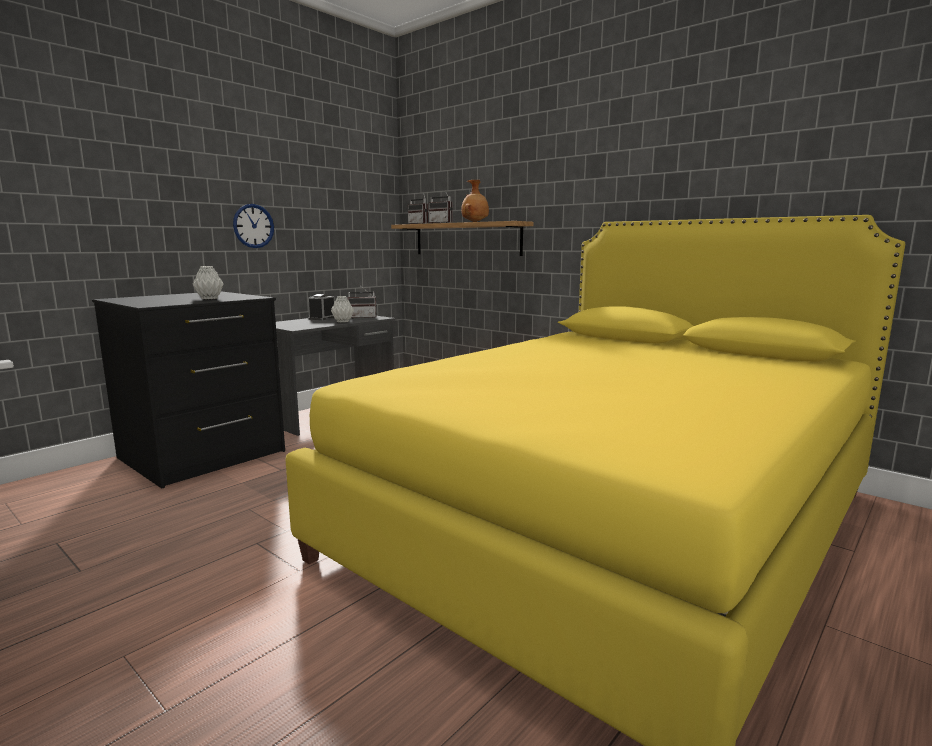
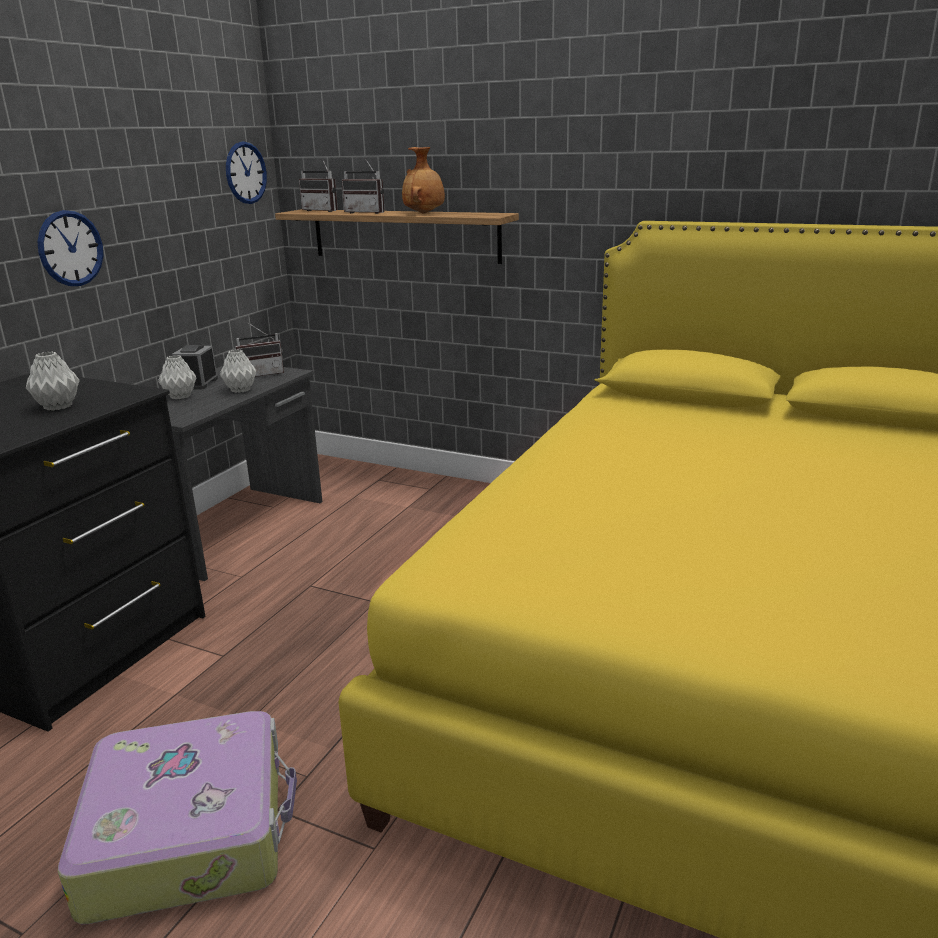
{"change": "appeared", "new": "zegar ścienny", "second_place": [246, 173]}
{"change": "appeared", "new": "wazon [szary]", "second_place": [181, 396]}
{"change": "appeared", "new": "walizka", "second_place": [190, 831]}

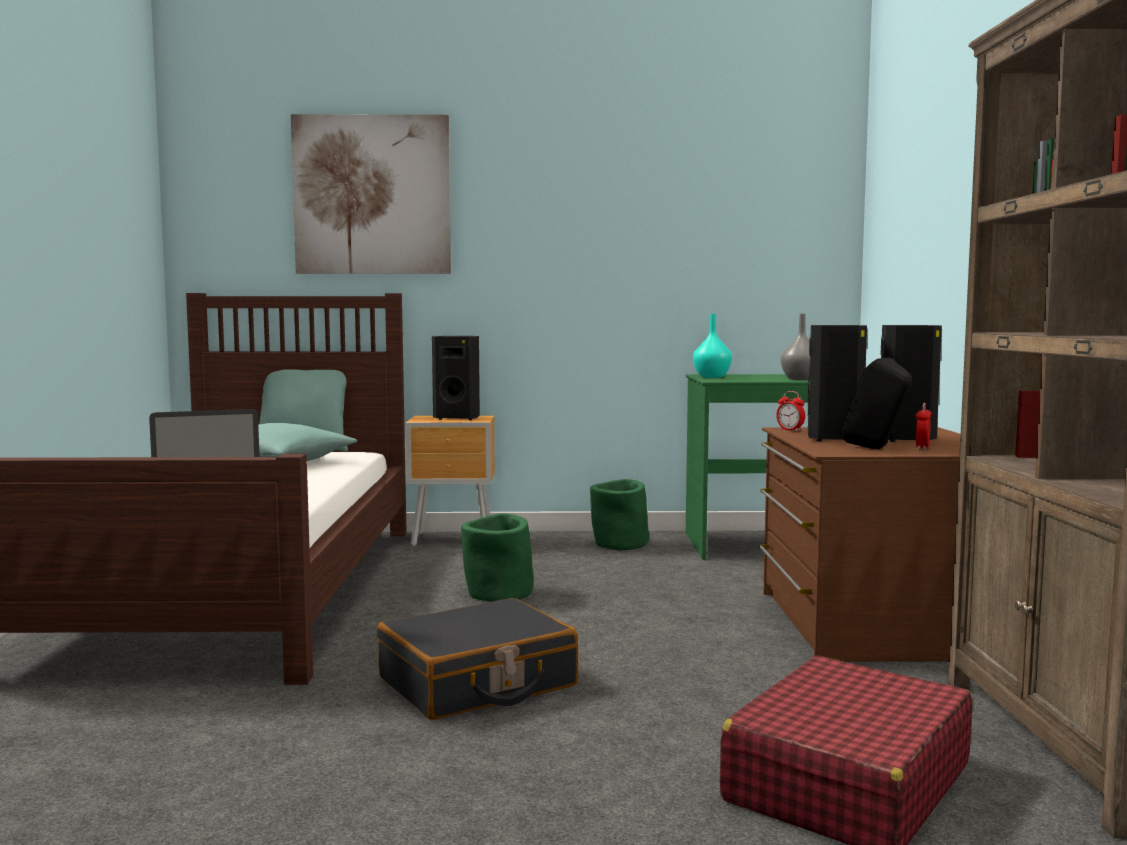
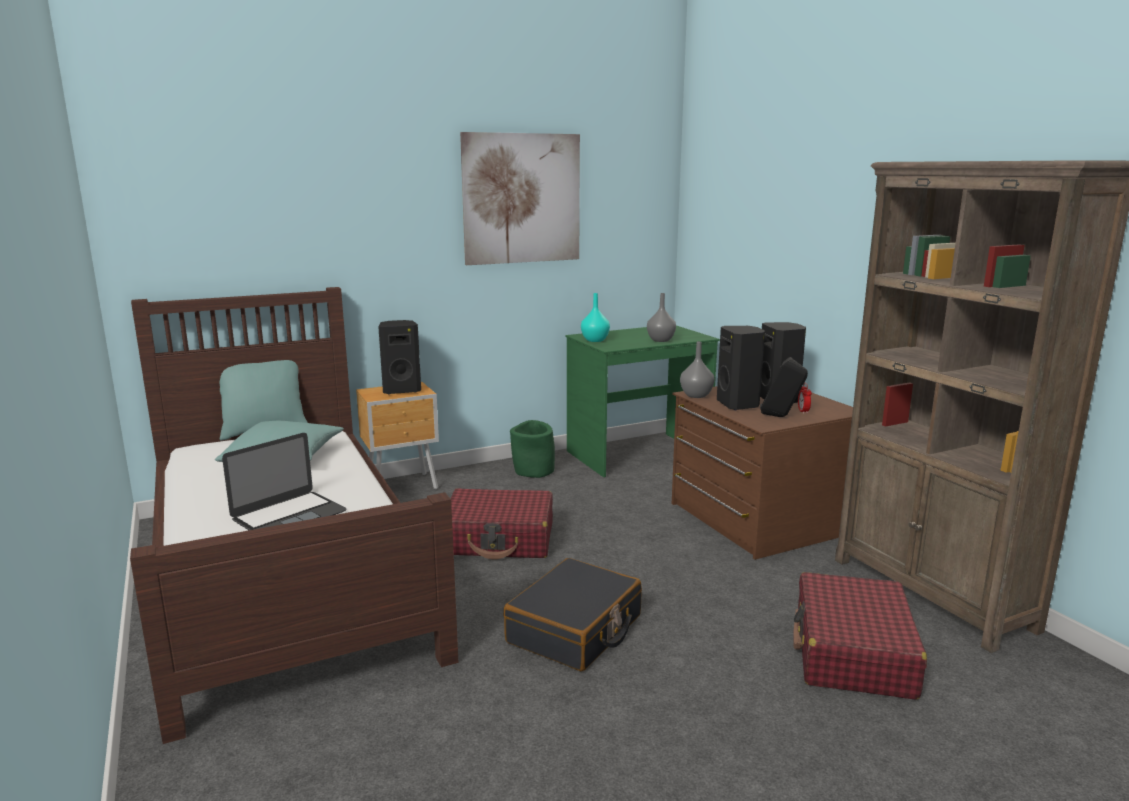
{"change": "relocated", "old": "obraz", "first_place": [372, 195], "second_place": [522, 198]}
{"change": "exchanged", "old": "budzik", "new": "wazon [szary]", "first_place": [790, 430], "second_place": [697, 395]}
{"change": "exchanged", "old": "donica [zielony]", "new": "walizka [czerwony]", "first_place": [499, 594], "second_place": [500, 539]}

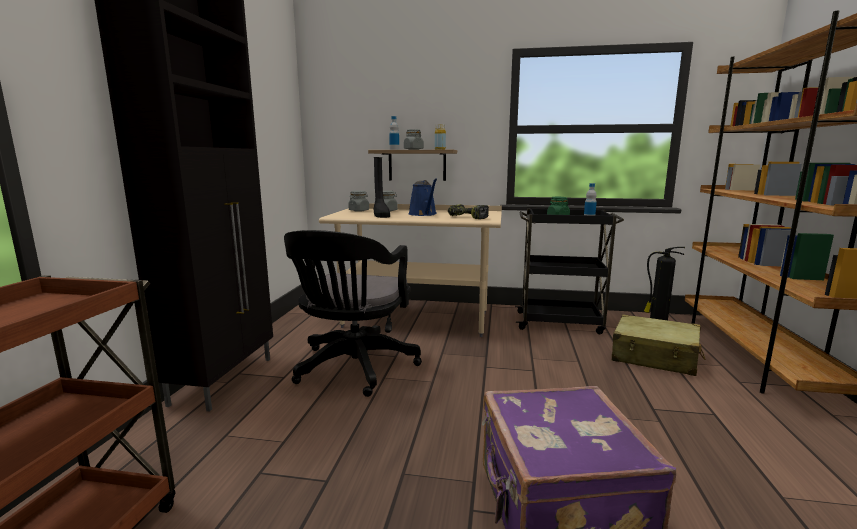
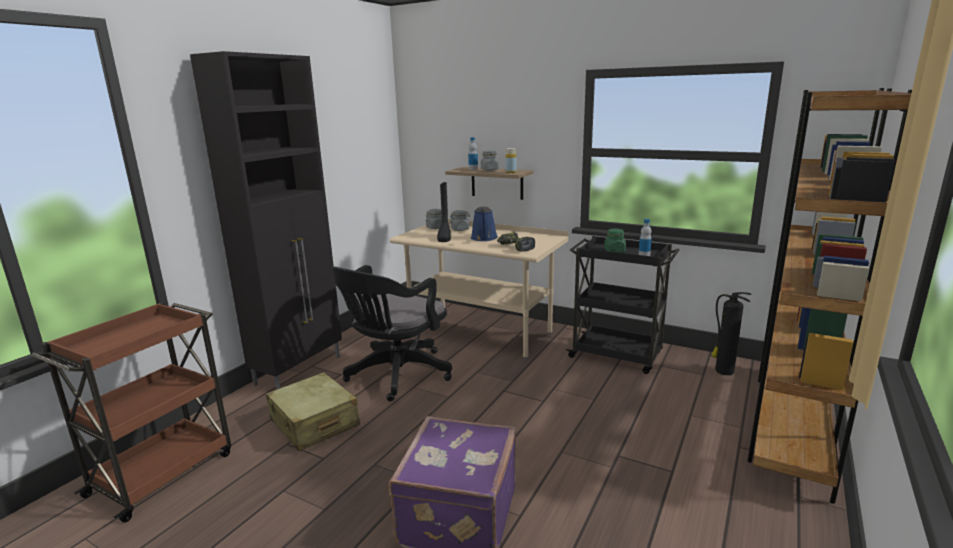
{"change": "relocated", "old": "walizka [beżowy]", "first_place": [654, 357], "second_place": [314, 423]}

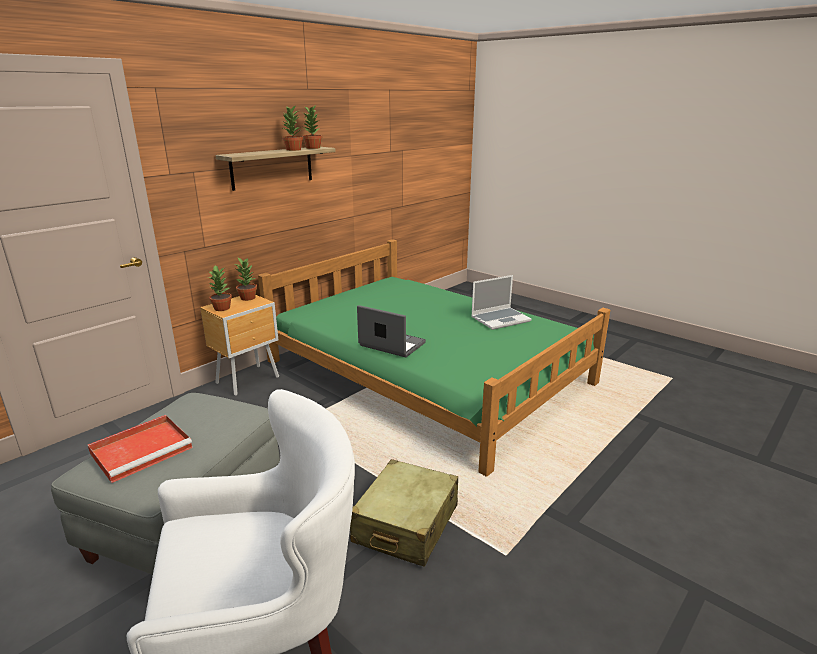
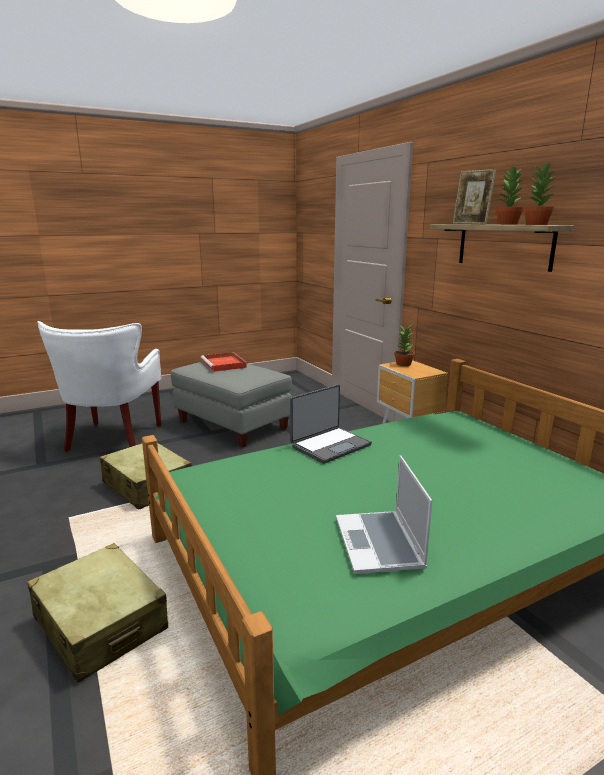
{"change": "missing", "old": "roślina doniczkowa", "first_place": [248, 298]}
{"change": "appeared", "new": "ramka na zdjęcie", "second_place": [470, 224]}
{"change": "appeared", "new": "walizka [beżowy]", "second_place": [101, 623]}

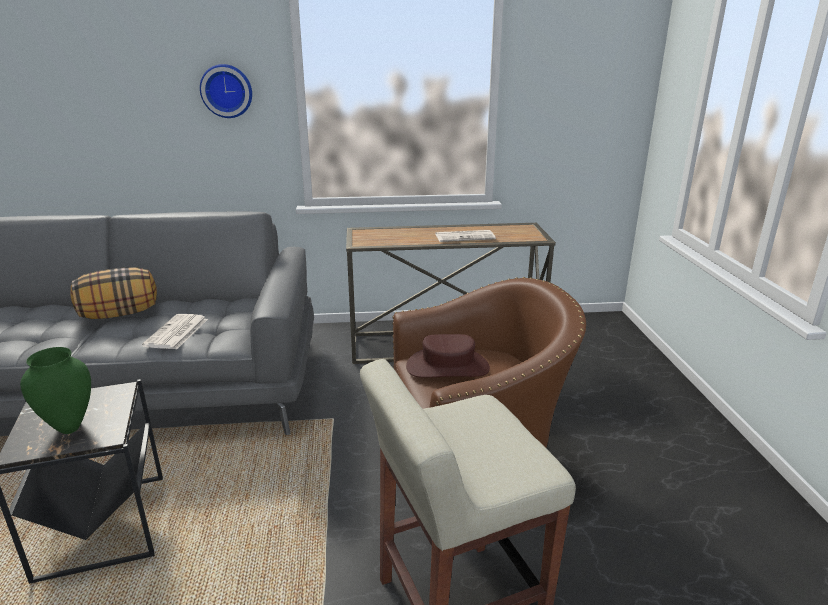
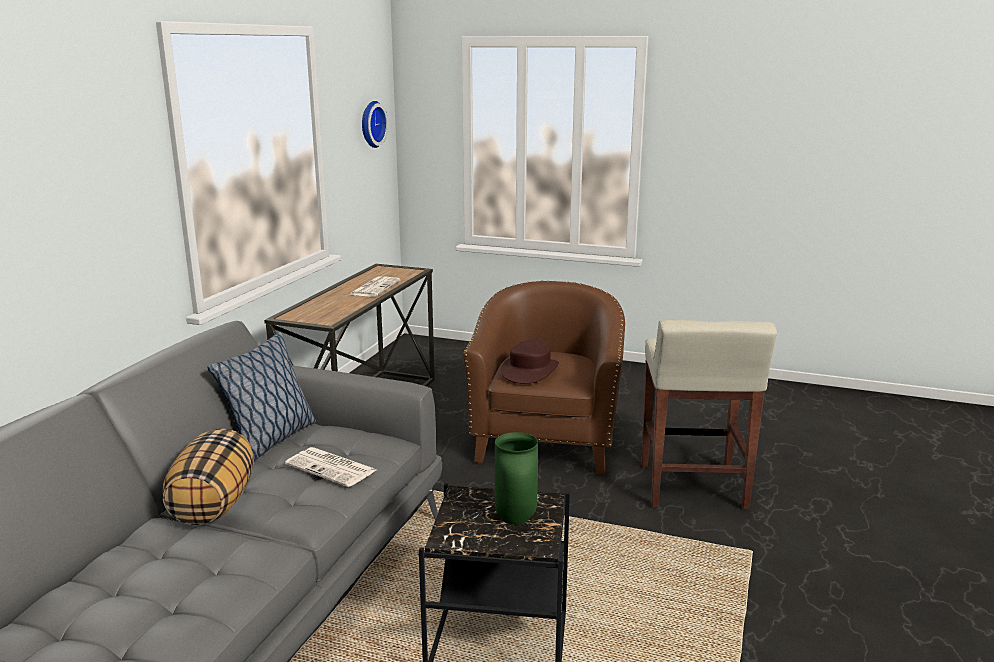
{"change": "relocated", "old": "zegar ścienny", "first_place": [227, 91], "second_place": [371, 124]}
{"change": "appeared", "new": "poduszka", "second_place": [271, 440]}

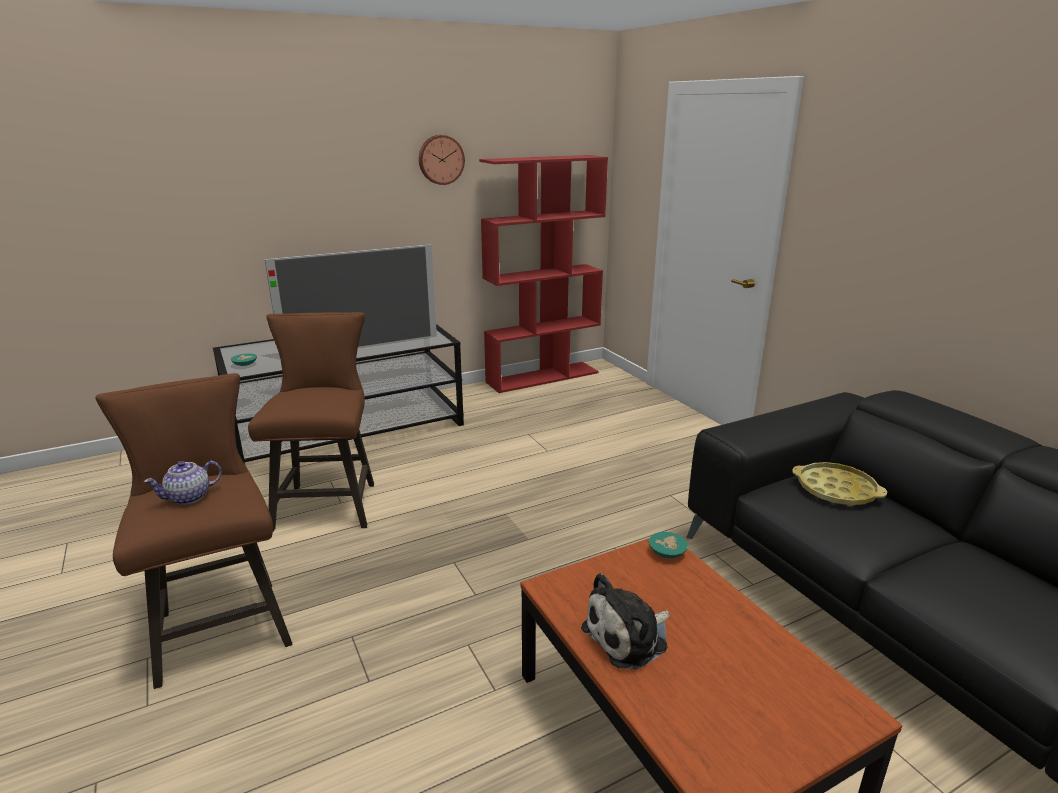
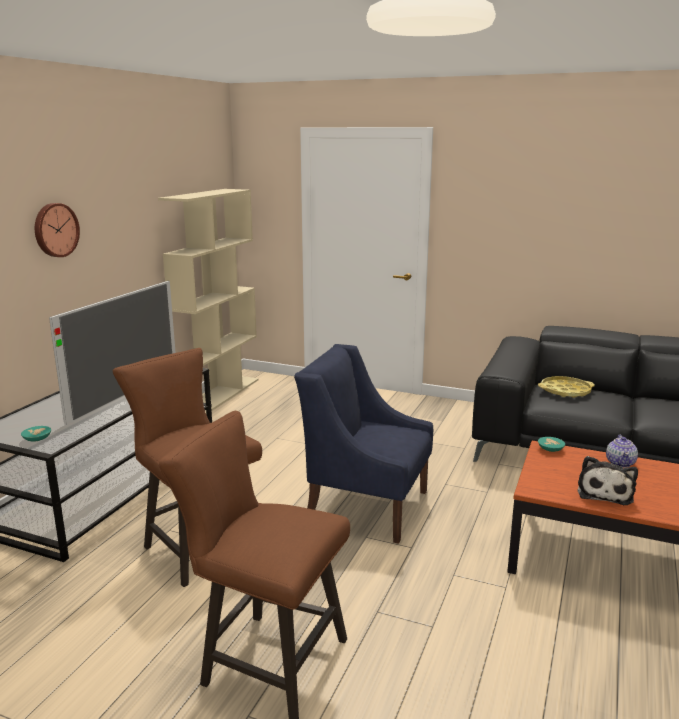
{"change": "relocated", "old": "zegar ścienny", "first_place": [440, 159], "second_place": [55, 230]}
{"change": "colour", "old": "regał [czerwony]", "new": "regał [beżowy]", "first_place": [543, 377], "second_place": [219, 395]}
{"change": "relocated", "old": "imbryk", "first_place": [189, 497], "second_place": [620, 463]}
{"change": "appeared", "new": "fotel [niebieski]", "second_place": [366, 505]}

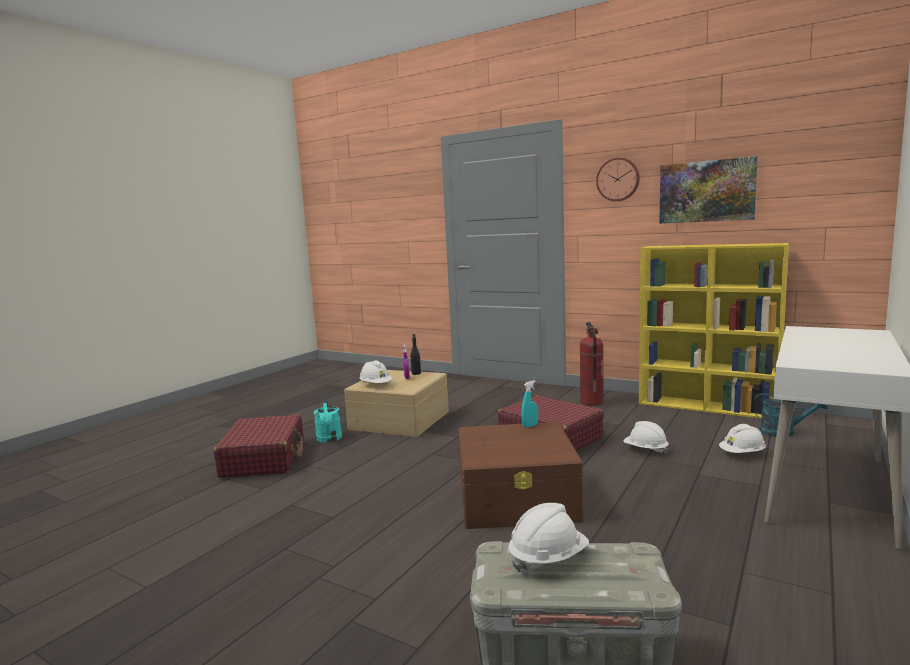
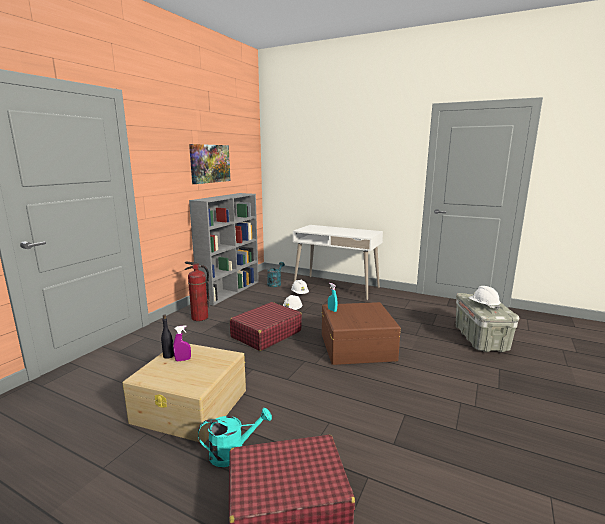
{"change": "missing", "old": "zegar ścienny", "first_place": [618, 179]}
{"change": "colour", "old": "regał [żółty]", "new": "regał [szary]", "first_place": [708, 406], "second_place": [230, 291]}
{"change": "missing", "old": "kask [biały]", "first_place": [376, 385]}

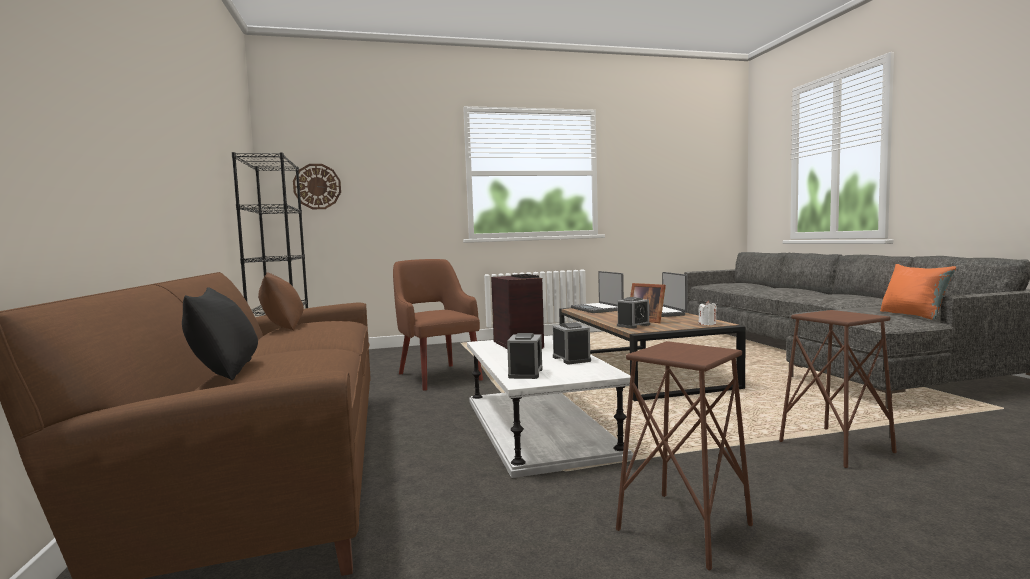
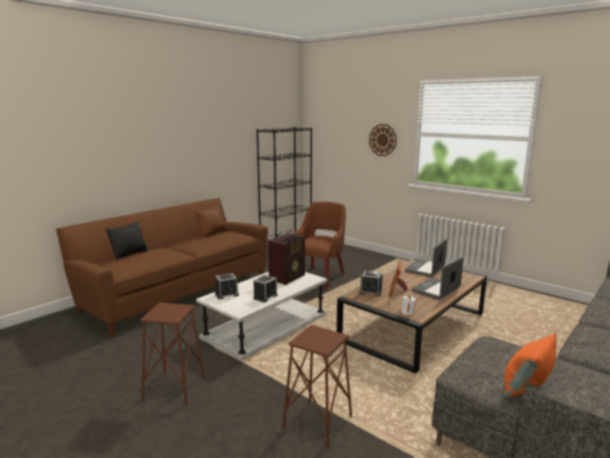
{"change": "relocated", "old": "zegar ścienny", "first_place": [317, 186], "second_place": [382, 140]}

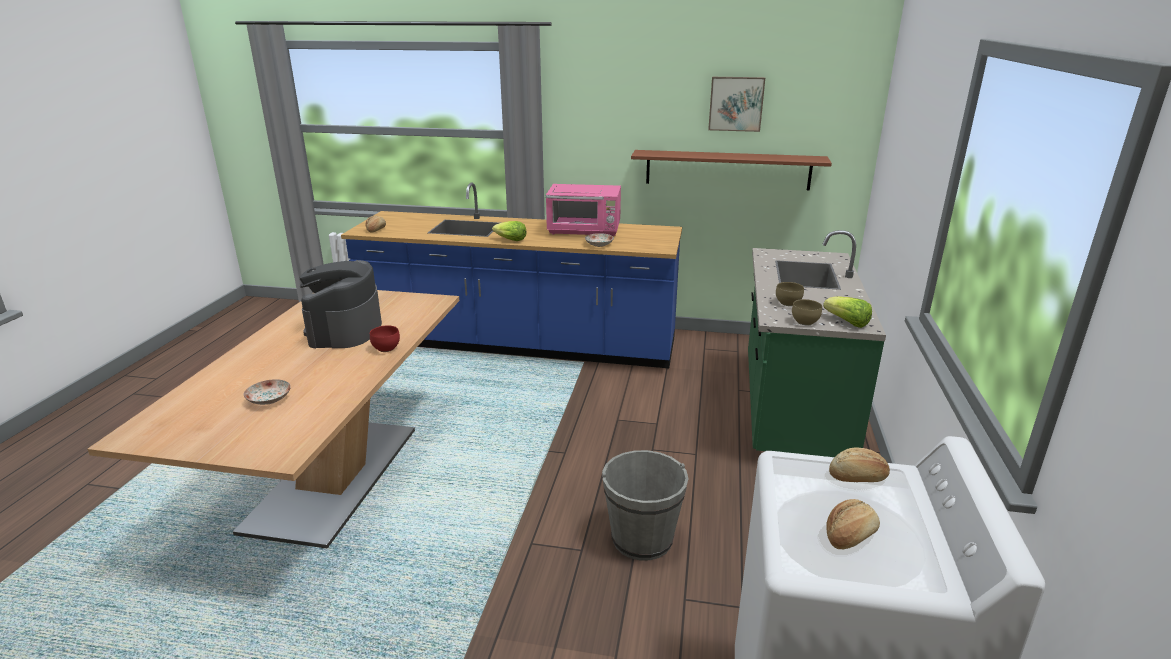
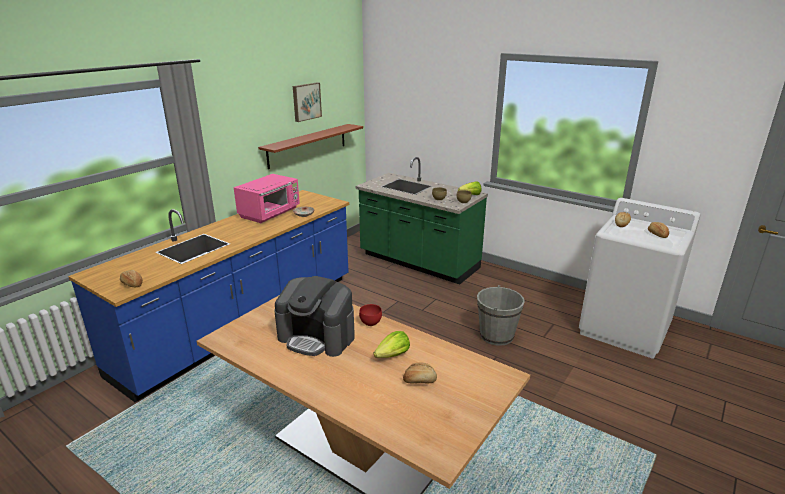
{"change": "relocated", "old": "sałata", "first_place": [510, 240], "second_place": [393, 355]}
{"change": "exchanged", "old": "talerz", "new": "chleb", "first_place": [268, 399], "second_place": [419, 380]}

